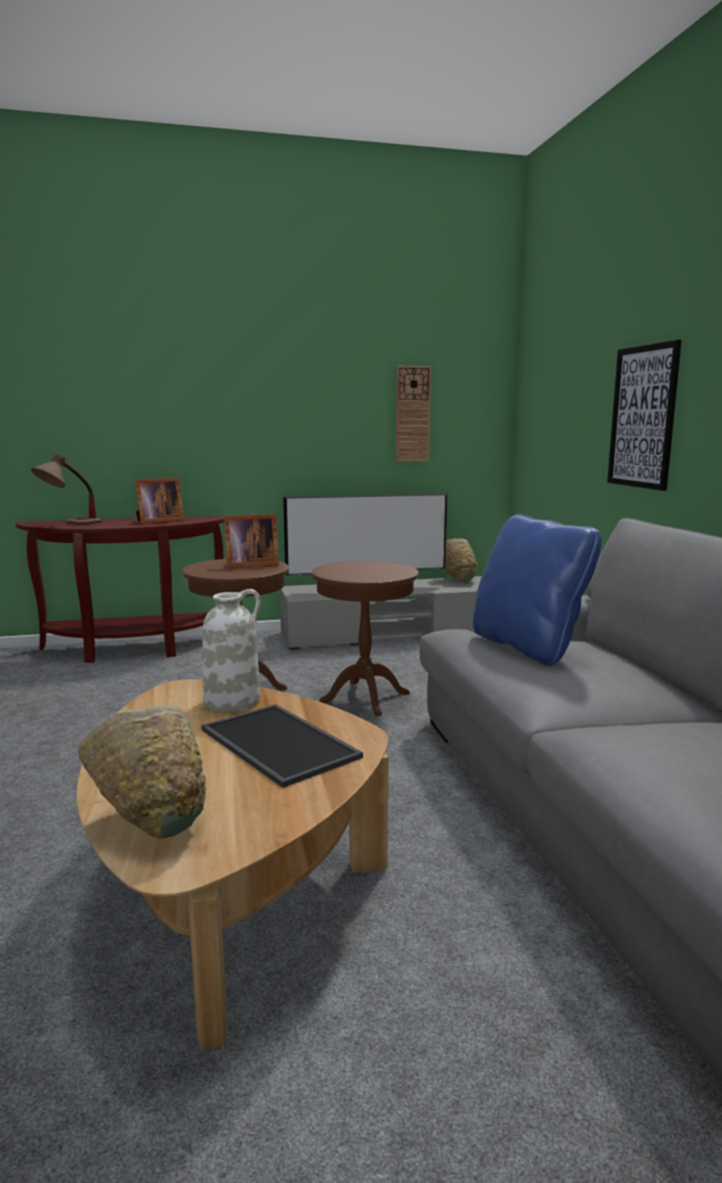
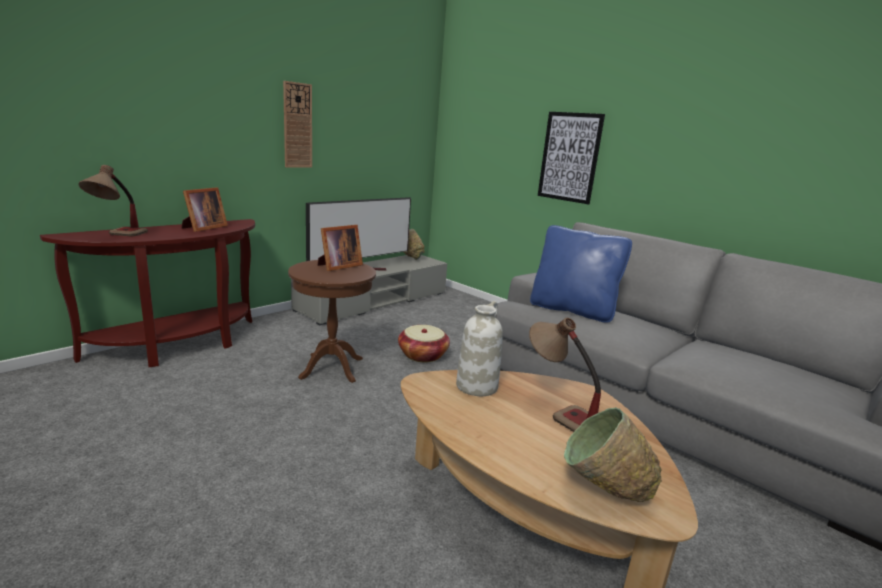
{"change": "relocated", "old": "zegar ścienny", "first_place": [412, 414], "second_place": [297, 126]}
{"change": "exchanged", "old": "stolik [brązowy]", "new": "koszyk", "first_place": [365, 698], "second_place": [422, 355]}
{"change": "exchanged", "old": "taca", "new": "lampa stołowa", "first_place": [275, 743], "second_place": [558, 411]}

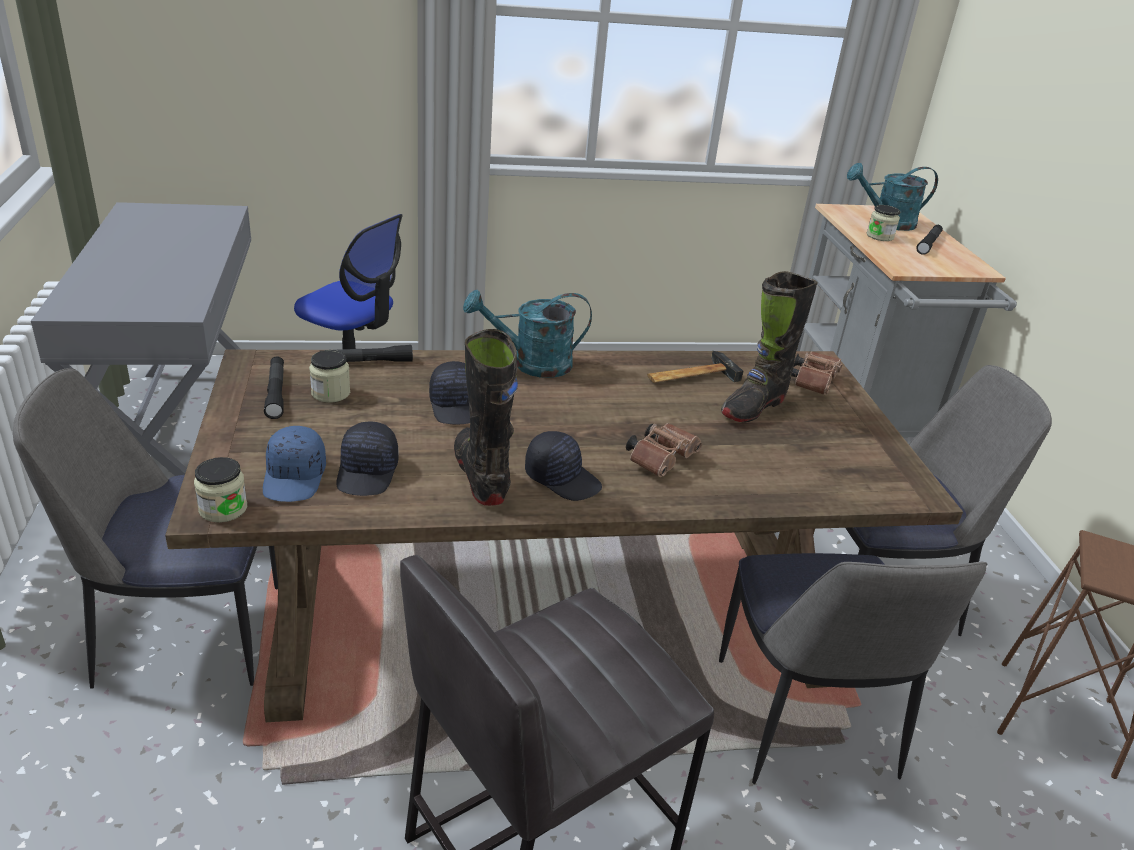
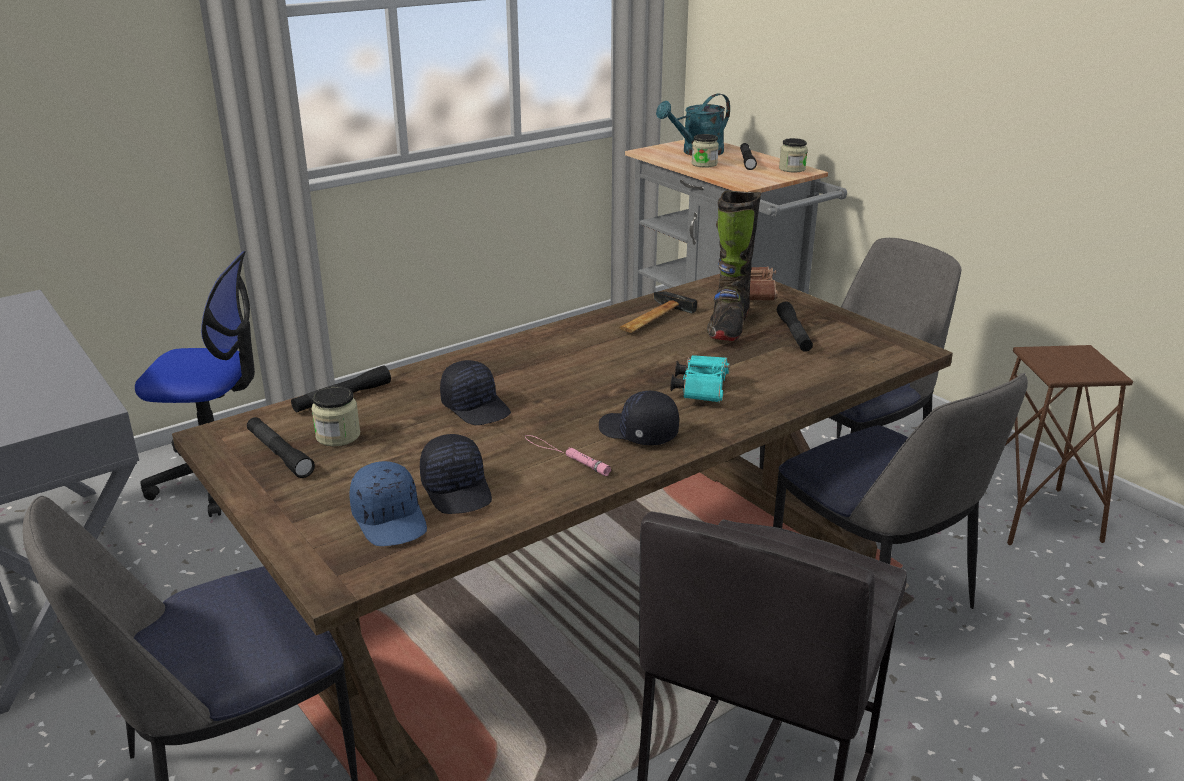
{"change": "missing", "old": "konewka [turkusowy]", "first_place": [531, 364]}
{"change": "exchanged", "old": "but z cholewką [czarny]", "new": "latarka [różowy]", "first_place": [481, 475], "second_place": [565, 455]}
{"change": "colour", "old": "lornetka [brązowy]", "new": "lornetka [turkusowy]", "first_place": [662, 459], "second_place": [701, 390]}
{"change": "spun", "old": "czapka z daszkiem [czarny]", "first_place": [562, 478], "second_place": [638, 433], "degrees": -150}
{"change": "relocated", "old": "słoik", "first_place": [223, 509], "second_place": [792, 169]}
{"change": "appeared", "new": "latarka [czarny]", "second_place": [794, 334]}

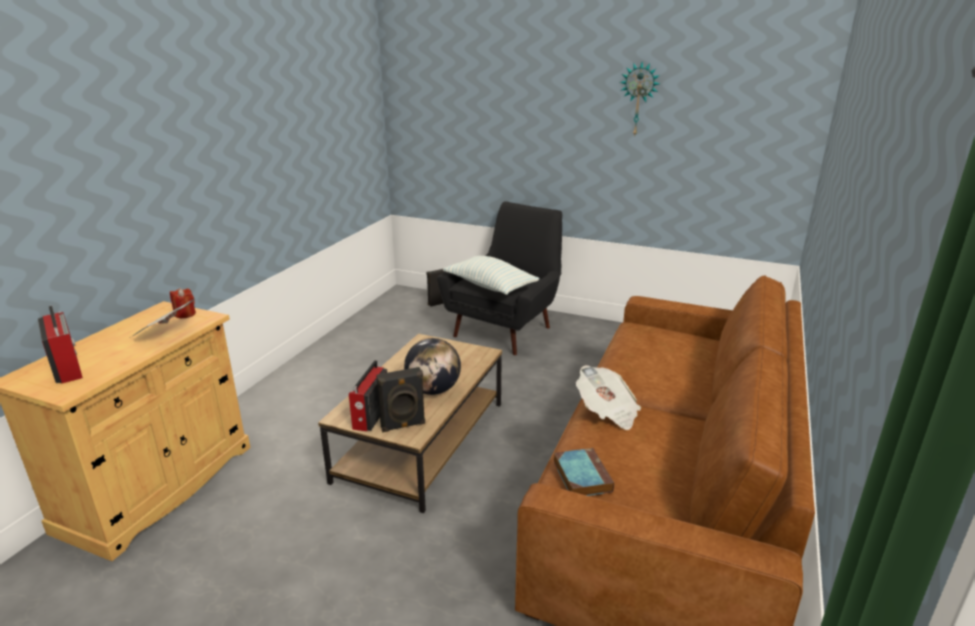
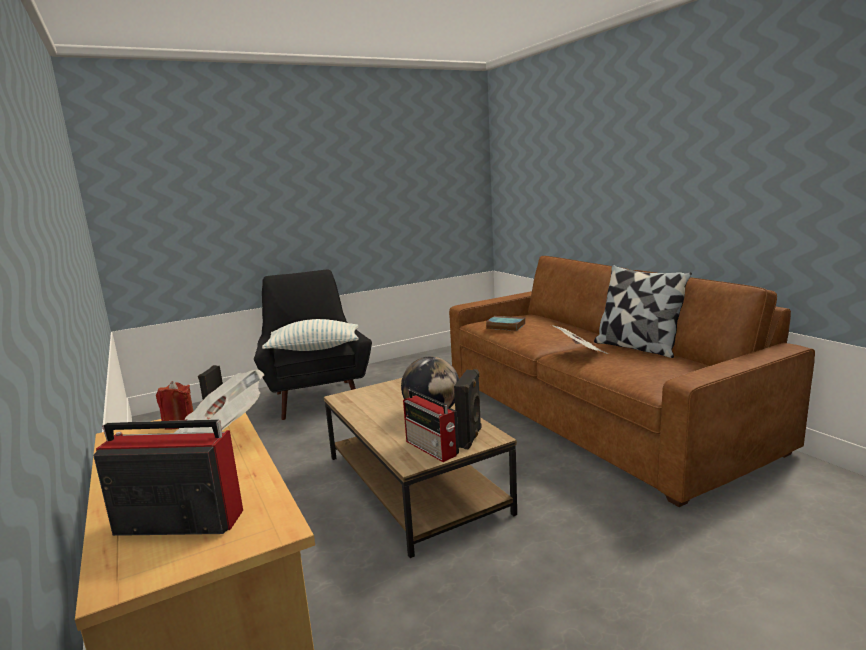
{"change": "missing", "old": "zegar ścienny", "first_place": [638, 99]}
{"change": "relocated", "old": "książka", "first_place": [581, 476], "second_place": [504, 326]}
{"change": "appeared", "new": "poduszka", "second_place": [637, 347]}

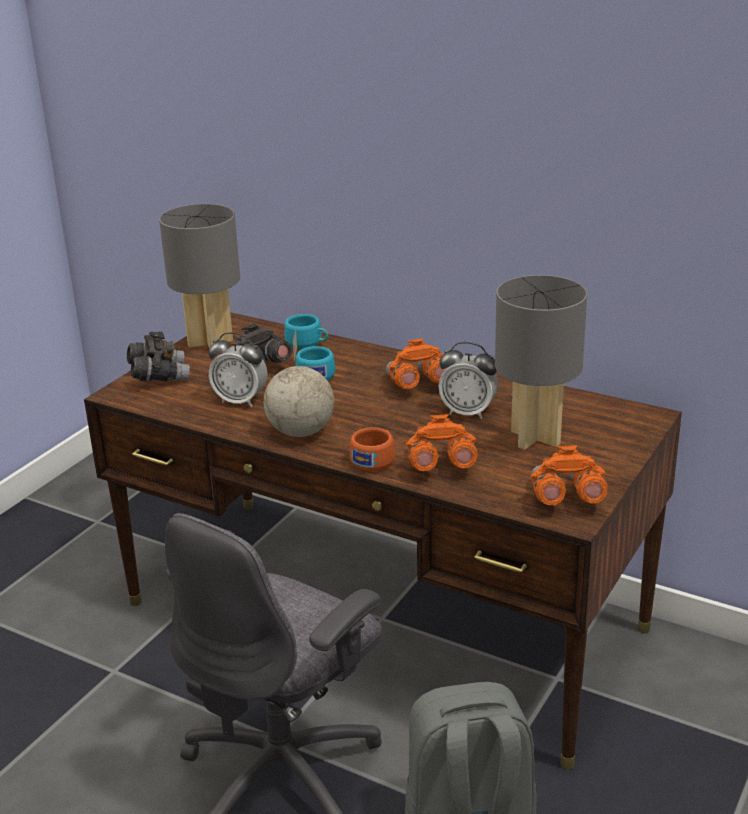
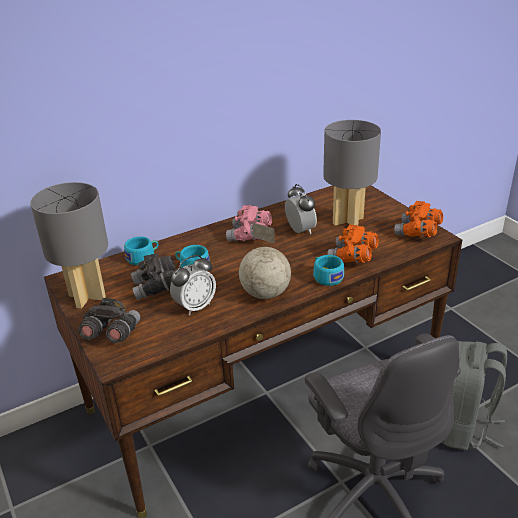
{"change": "colour", "old": "lornetka [pomarańczowy]", "new": "lornetka [różowy]", "first_place": [417, 385], "second_place": [250, 236]}
{"change": "spun", "old": "budzik", "first_place": [468, 412], "second_place": [300, 231], "degrees": -75}
{"change": "colour", "old": "filiżanka [pomarańczowy]", "new": "filiżanka [turkusowy]", "first_place": [375, 459], "second_place": [326, 276]}

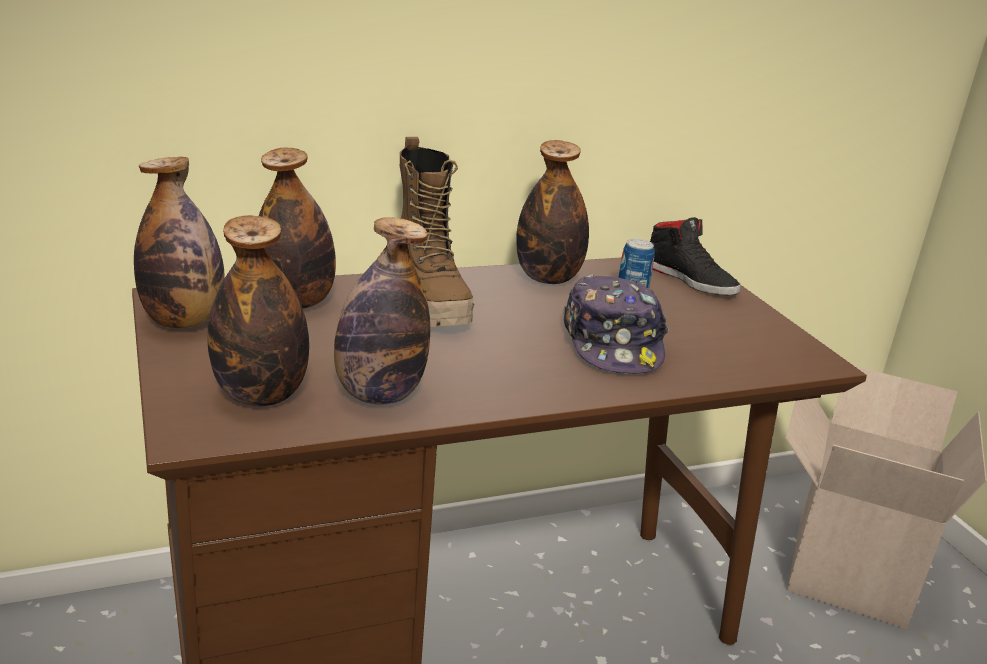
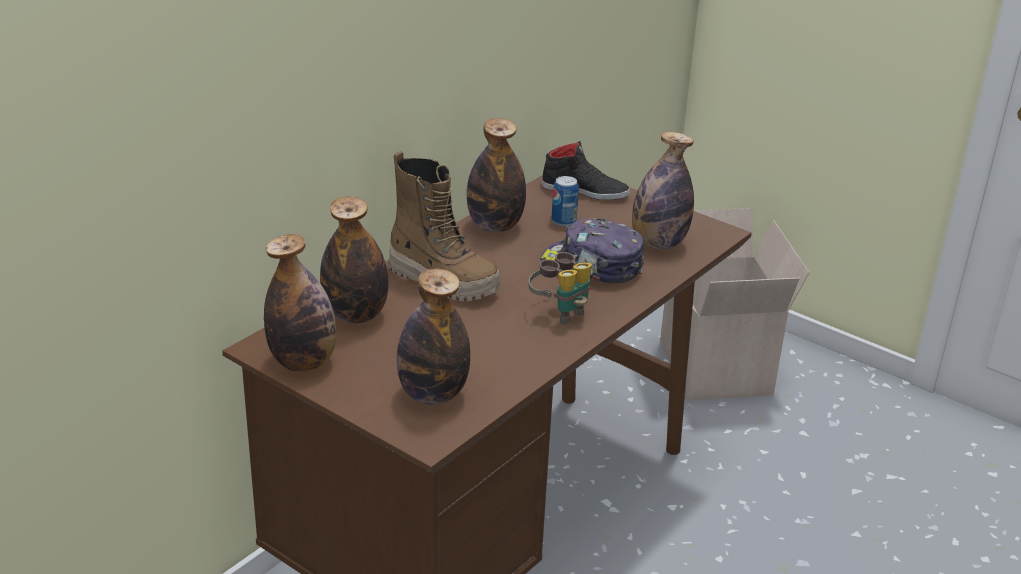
{"change": "relocated", "old": "butelka", "first_place": [378, 394], "second_place": [658, 243]}
{"change": "spun", "old": "czapka z daszkiem", "first_place": [613, 343], "second_place": [592, 266], "degrees": 150}
{"change": "appeared", "new": "lornetka", "second_place": [559, 312]}

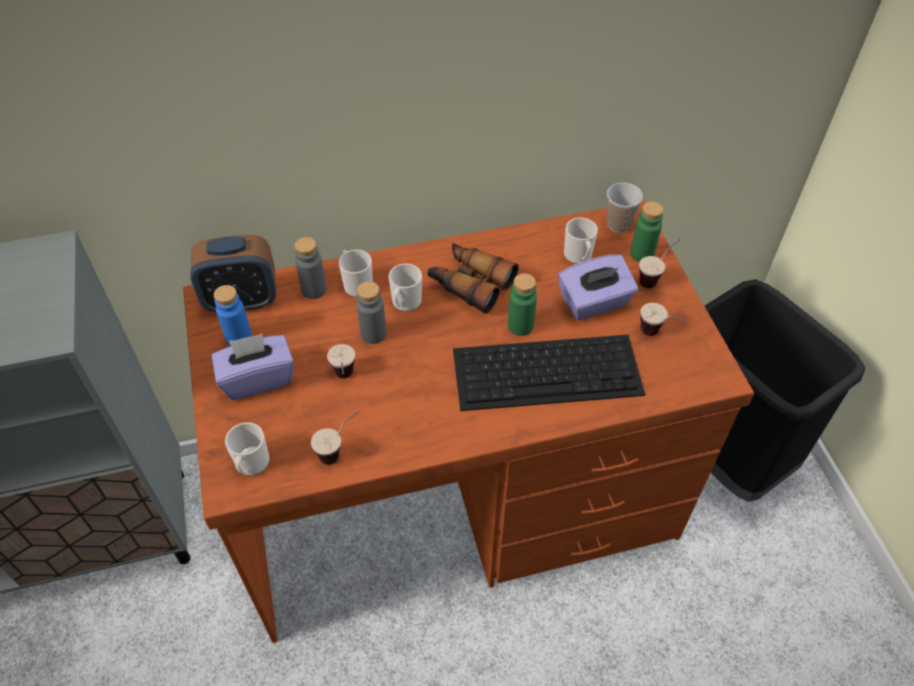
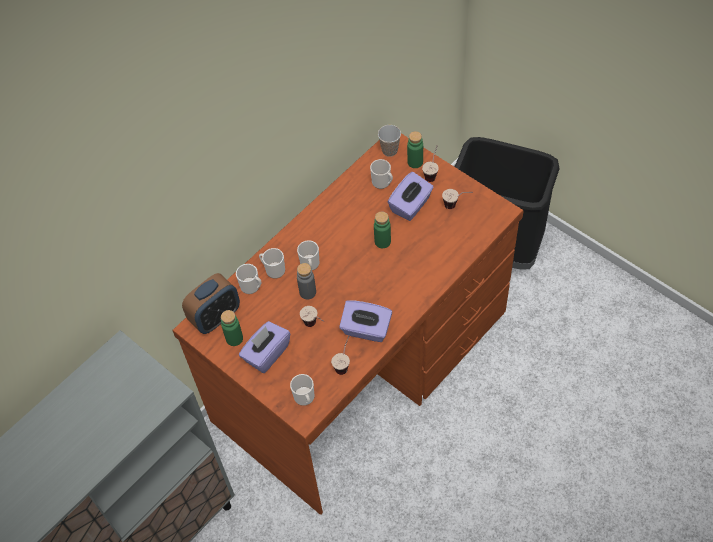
{"change": "exchanged", "old": "butelka [szary]", "new": "kubek", "first_place": [314, 290], "second_place": [252, 287]}
{"change": "missing", "old": "lornetka", "first_place": [470, 283]}
{"change": "colour", "old": "butelka [niebieski]", "new": "butelka [zielony]", "first_place": [239, 337], "second_place": [234, 338]}
{"change": "missing", "old": "klawiatura", "first_place": [548, 371]}
{"change": "appeared", "new": "pudełko chusteczek [fioletowy]", "second_place": [366, 330]}

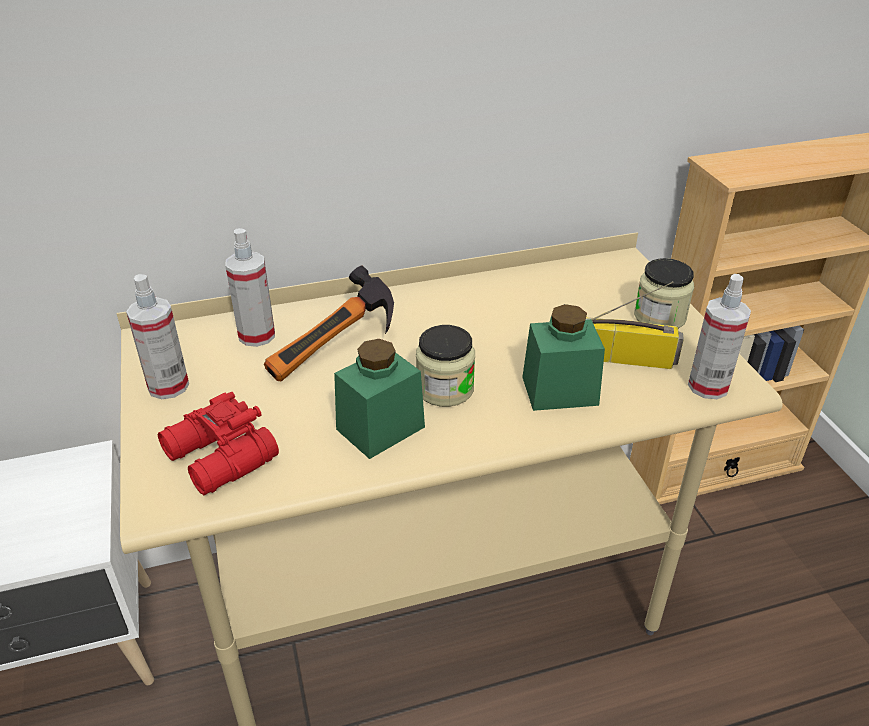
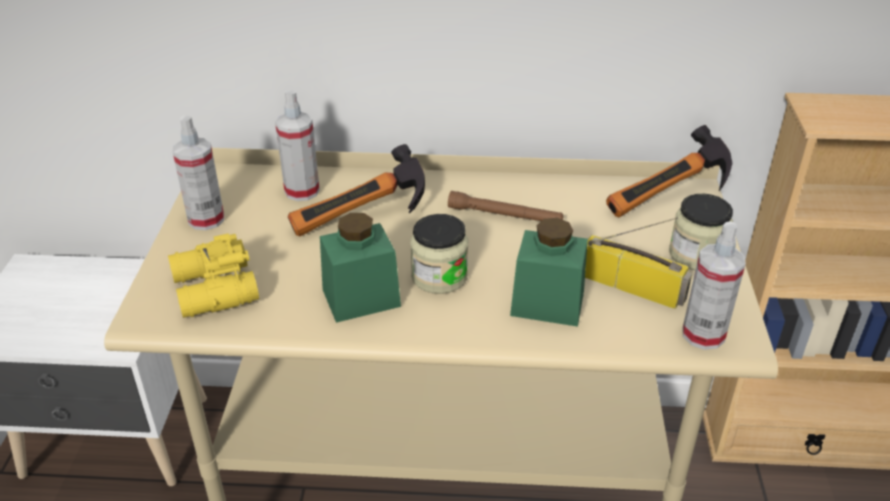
{"change": "colour", "old": "lornetka [czerwony]", "new": "lornetka [żółty]", "first_place": [219, 459], "second_place": [213, 291]}
{"change": "appeared", "new": "młotek", "second_place": [670, 201]}
{"change": "appeared", "new": "latarka [brązowy]", "second_place": [505, 216]}

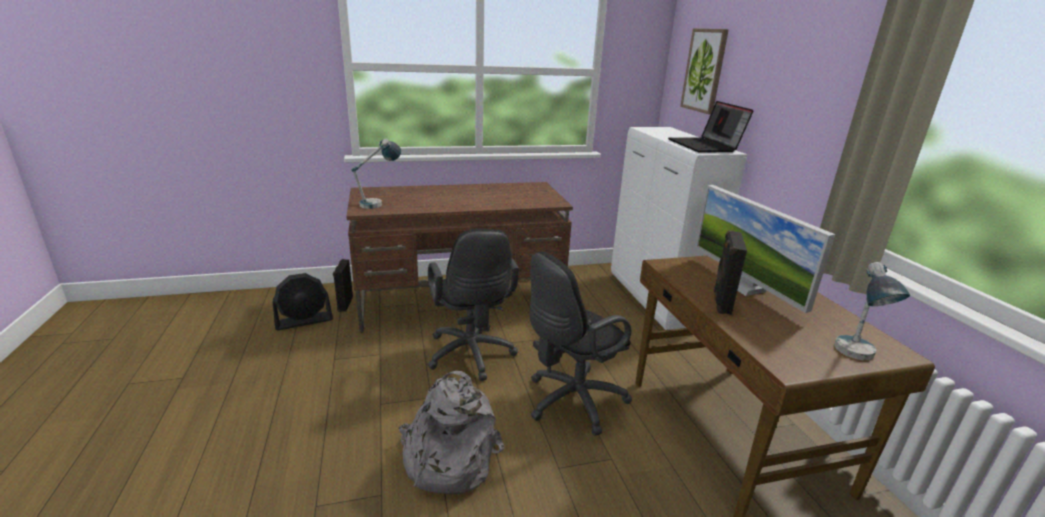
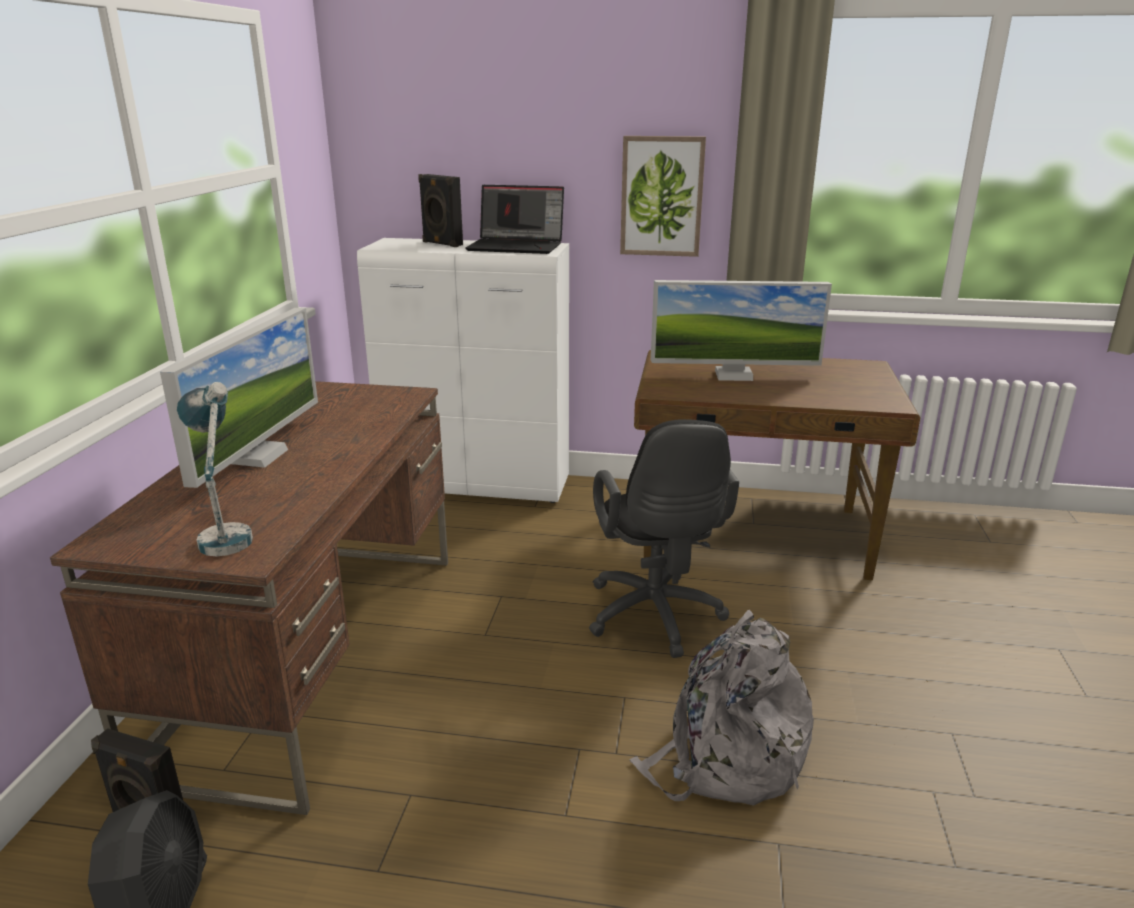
{"change": "relocated", "old": "obraz", "first_place": [704, 70], "second_place": [662, 196]}
{"change": "missing", "old": "krzesło biurowe [czarny]", "first_place": [471, 356]}
{"change": "relocated", "old": "głośnik [czarny]", "first_place": [721, 302], "second_place": [441, 244]}
{"change": "missing", "old": "lampa stołowa", "first_place": [854, 358]}
{"change": "appeared", "new": "monitor", "second_place": [259, 456]}

